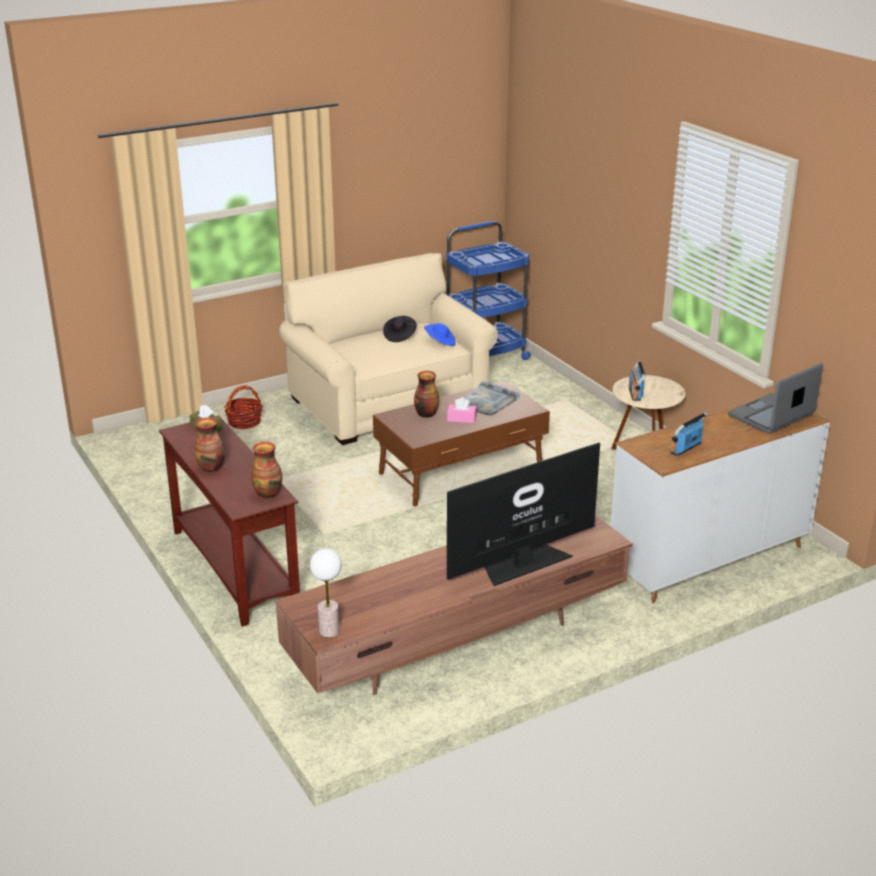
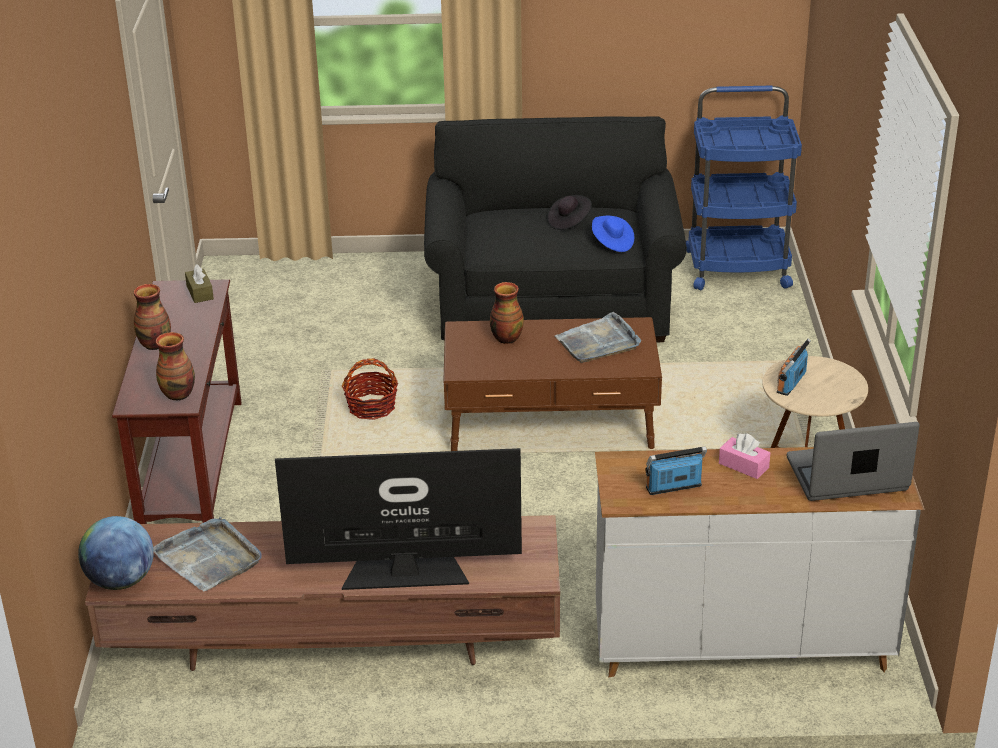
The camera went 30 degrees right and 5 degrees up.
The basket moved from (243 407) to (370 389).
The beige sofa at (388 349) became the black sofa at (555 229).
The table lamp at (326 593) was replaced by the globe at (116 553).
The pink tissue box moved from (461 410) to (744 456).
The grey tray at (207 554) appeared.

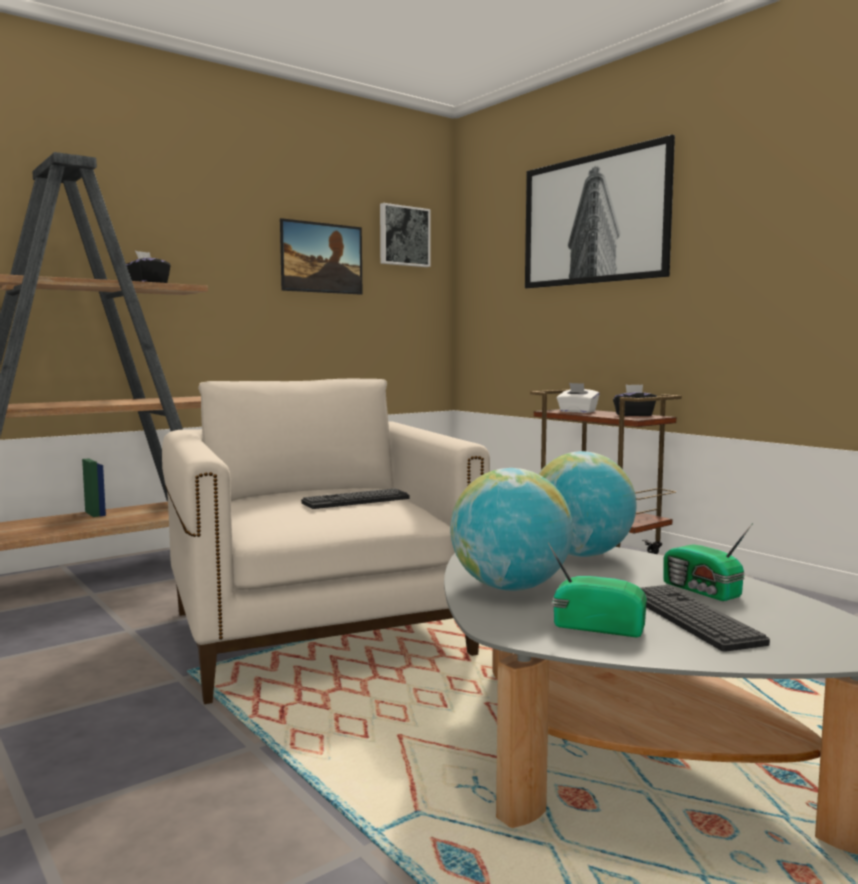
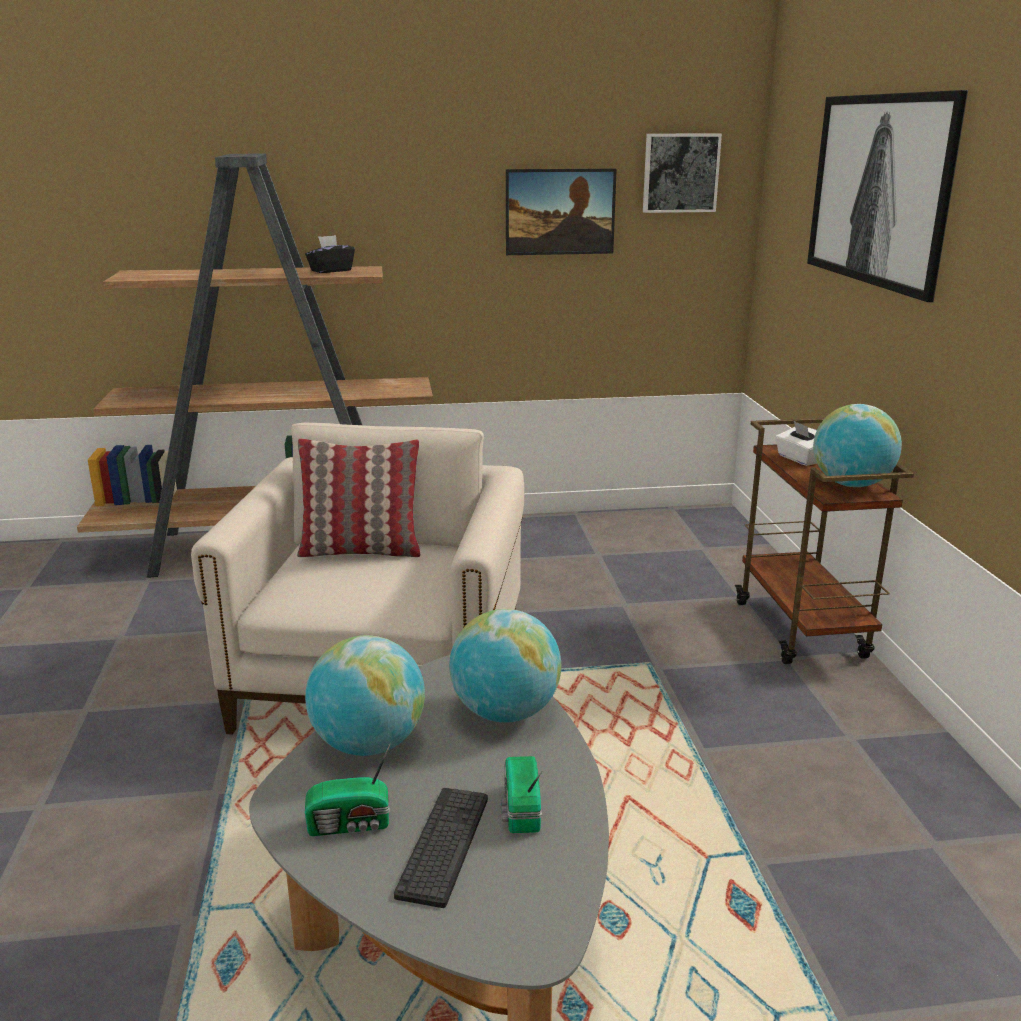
The camera went 30 degrees right and 15 degrees up.
The keyboard at (355 498) disappeared.
The radio at (597 590) turned 120 degrees clockwise.
The black tissue box at (635 400) was replaced by the globe at (857 445).
The pillow at (359 498) appeared.

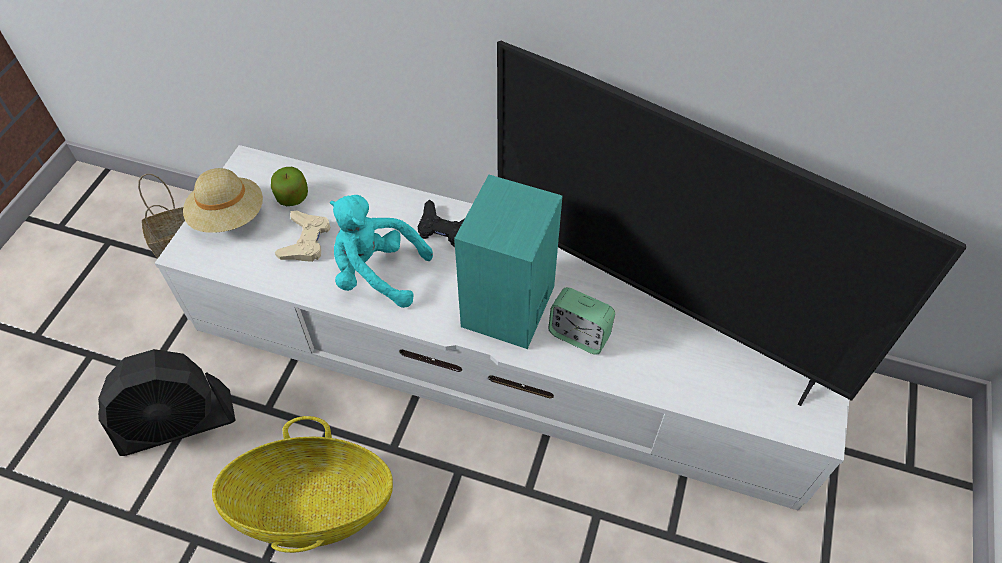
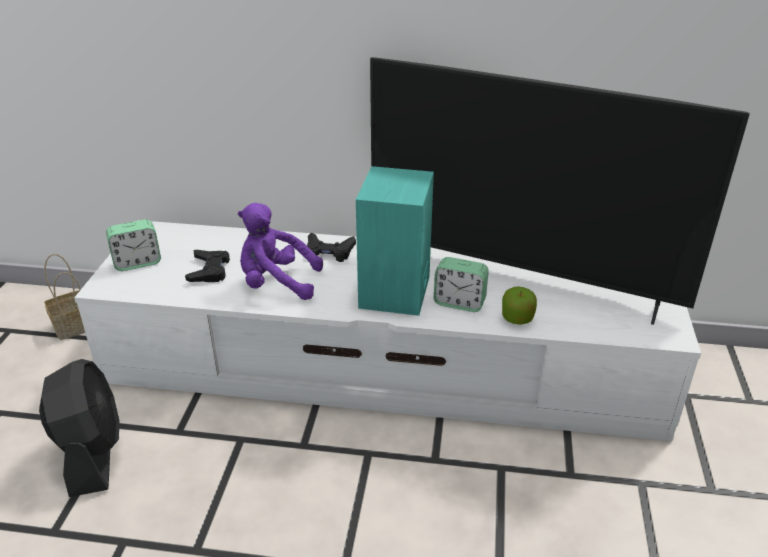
The camera went 10 degrees left and 20 degrees down.
The black fan at (166 402) turned 75 degrees counterclockwise.
The beige hat at (223 200) was replaced by the alarm clock at (133 245).
The basket at (302 484) disappeared.
The apple moved from (289 186) to (519 305).
The beige game controller at (302 236) became the black game controller at (207 266).
The turquoise plush toy at (381 251) became the purple plush toy at (280 251).

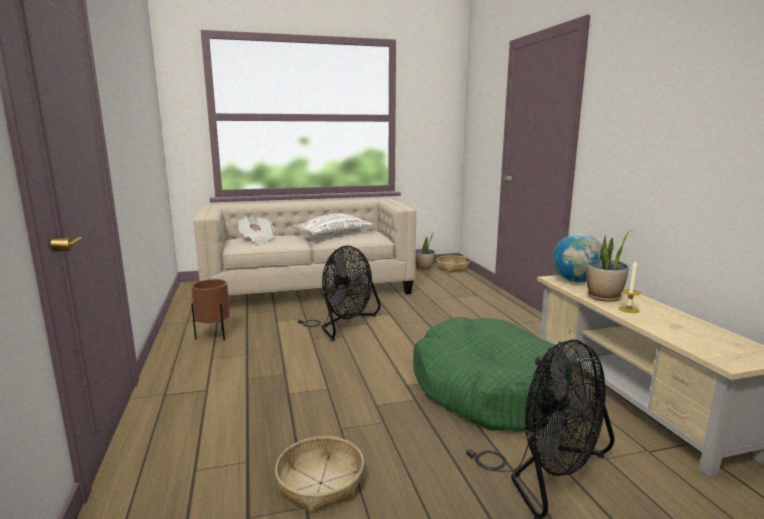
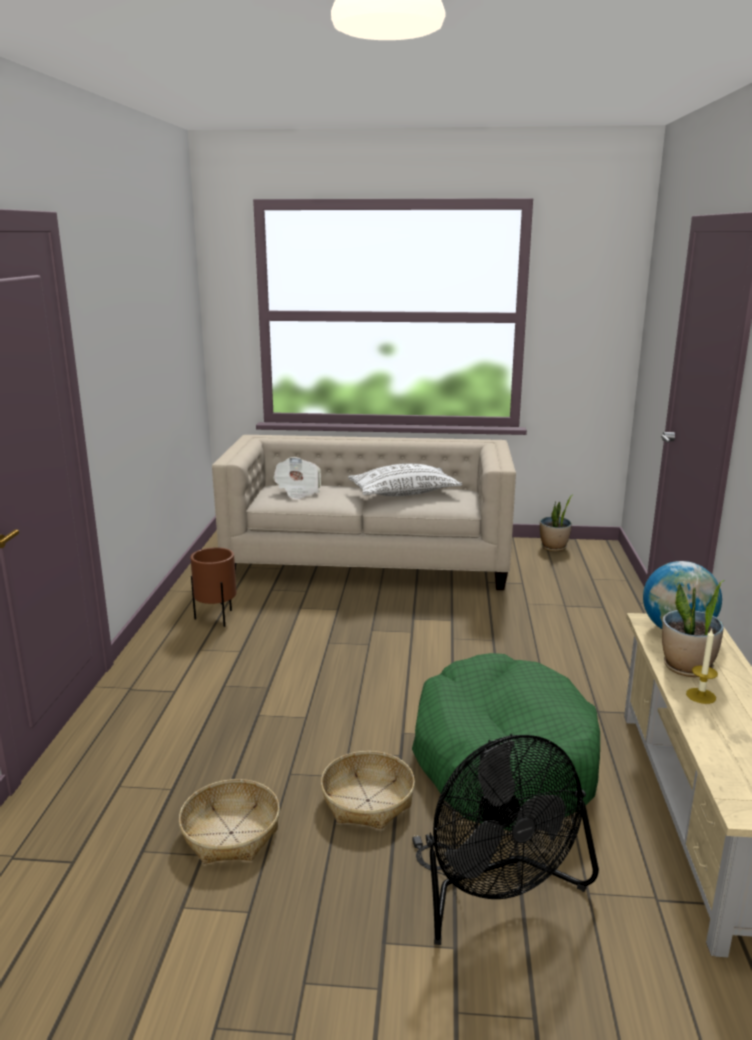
The camera went 20 degrees right and 5 degrees up.
The black fan at (339 293) disappeared.
The basket moved from (454 263) to (368 790).

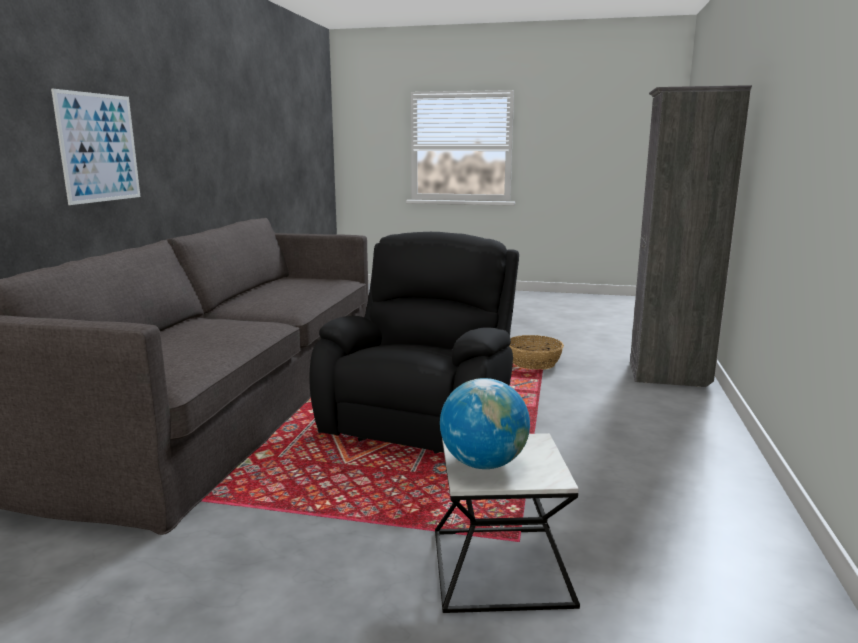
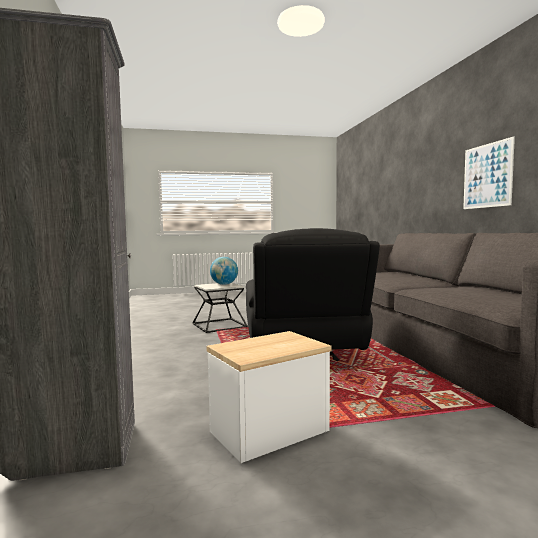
The camera went 155 degrees right and 10 degrees down.
The basket at (536 352) was replaced by the side table at (269 397).

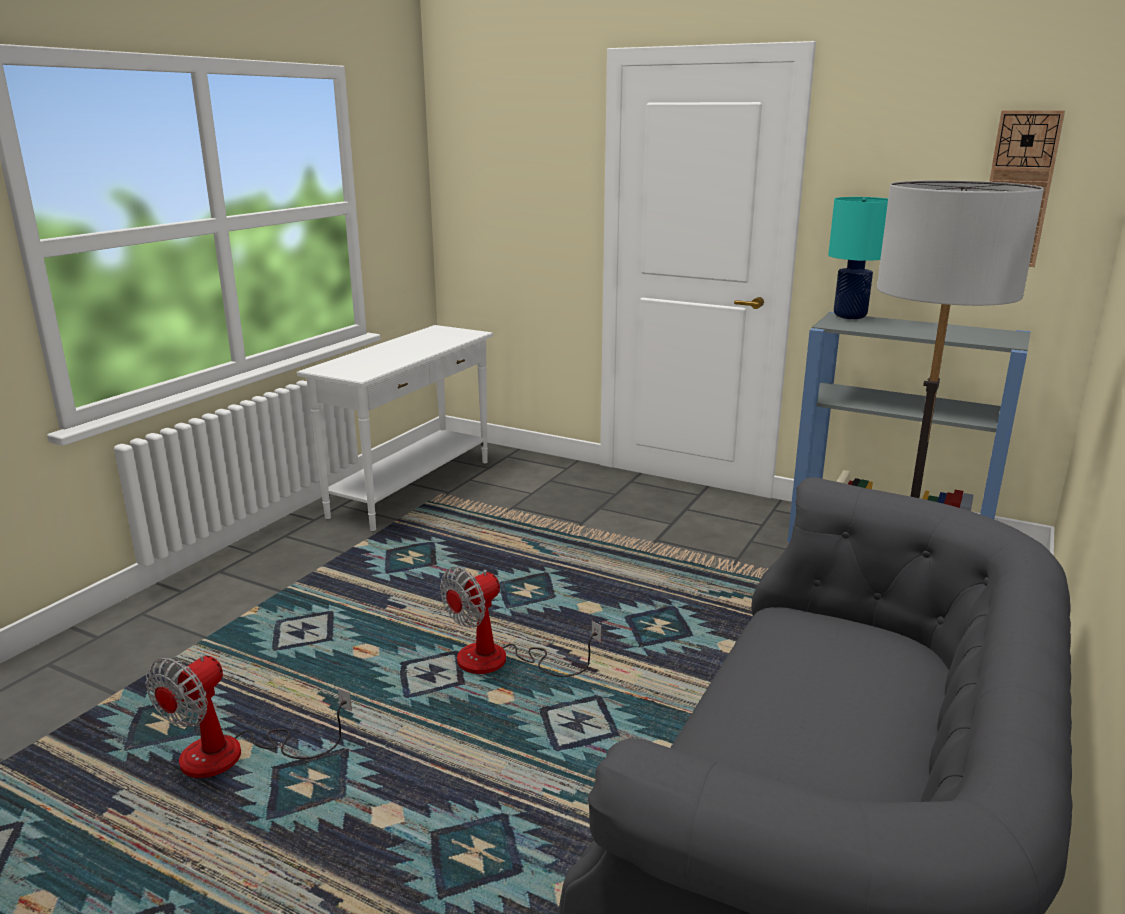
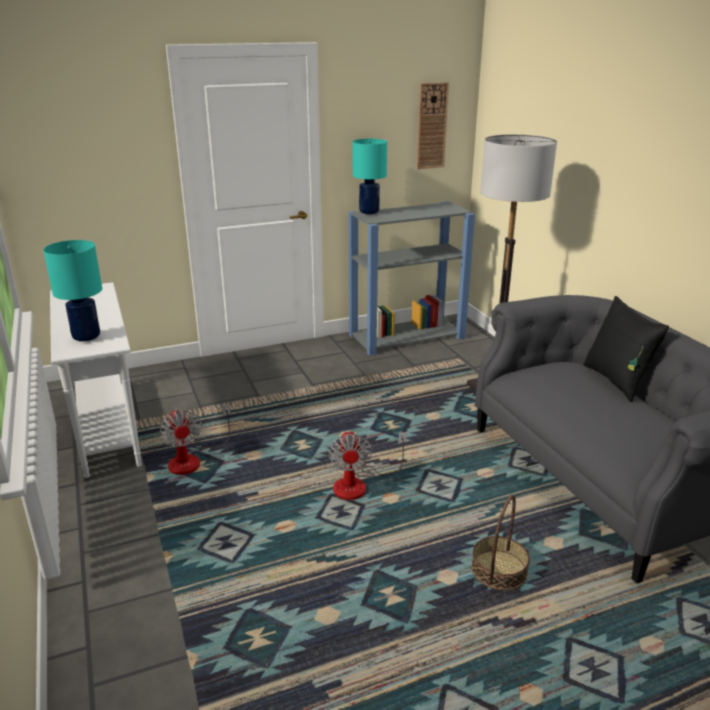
The camera went 50 degrees left and 5 degrees up.
The fan moved from (249 716) to (194 439).
The turquoise table lamp at (72 291) appeared.
The basket at (500 542) appeared.
The black pillow at (626 349) appeared.

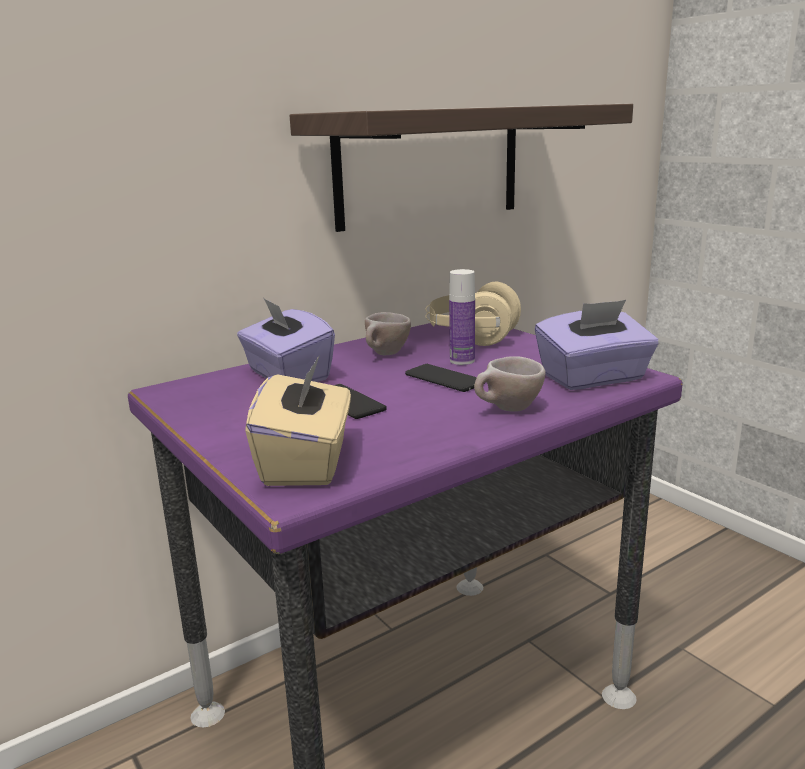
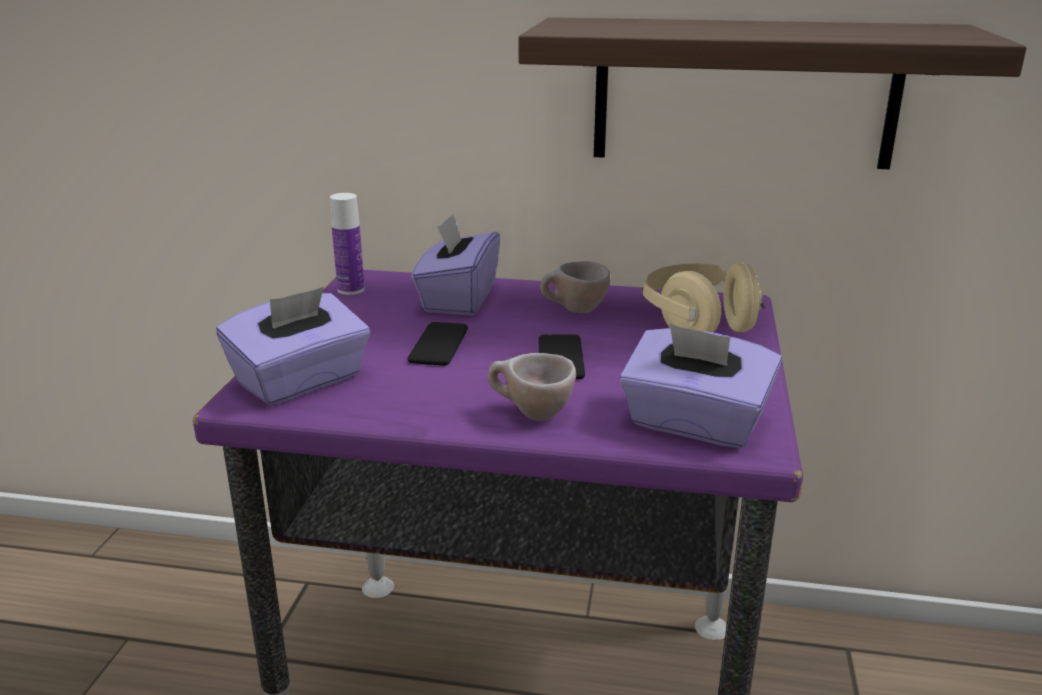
The camera went 45 degrees right and 5 degrees up.
The beige tissue box at (298 420) became the purple tissue box at (293 346).
The bottle moved from (462 317) to (347 244).

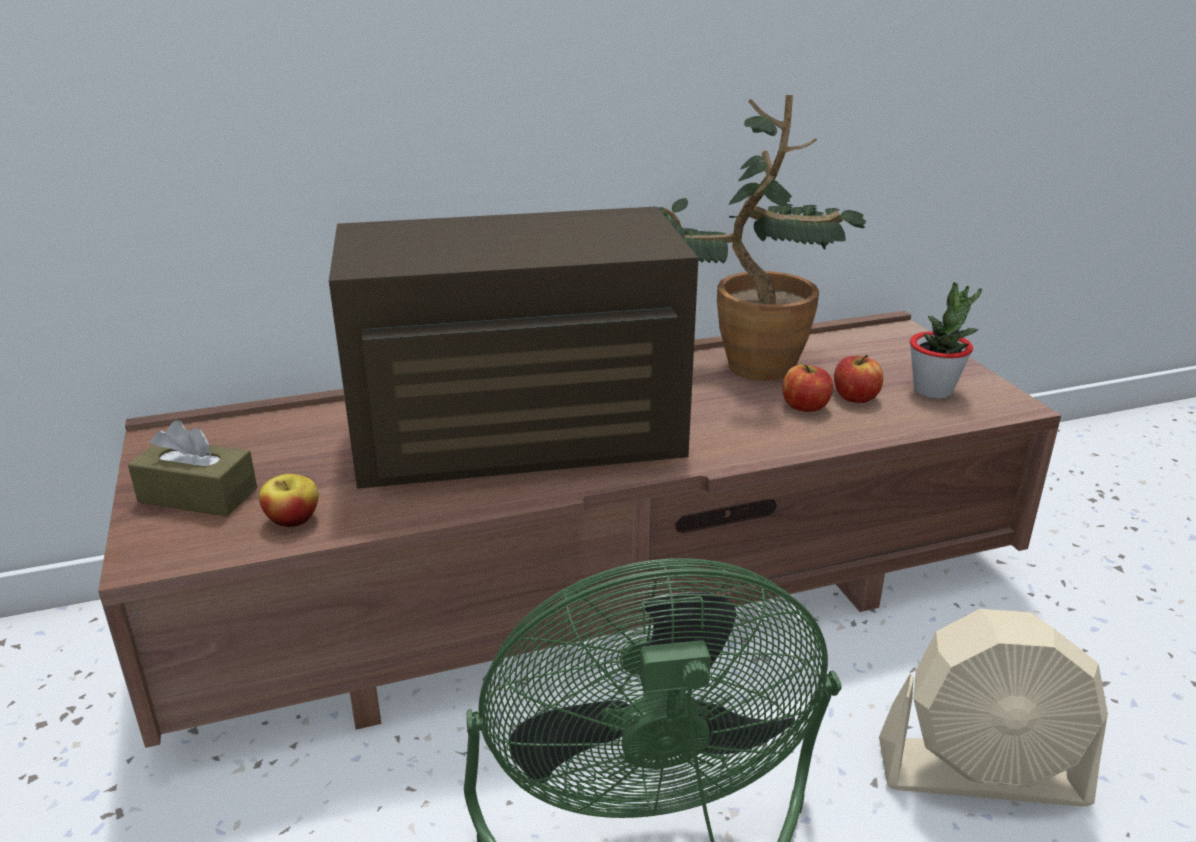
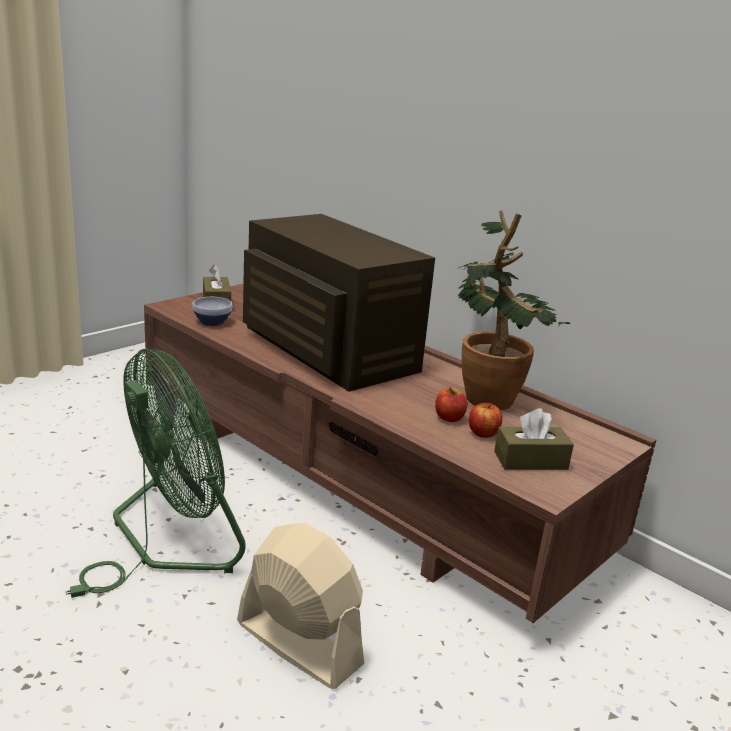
The camera went 60 degrees right and 5 degrees down.
The apple at (288 500) was replaced by the bowl at (212 311).
The beige fan at (993 708) turned 150 degrees clockwise.
The potted plant at (946 340) was replaced by the brown tissue box at (534 439).

